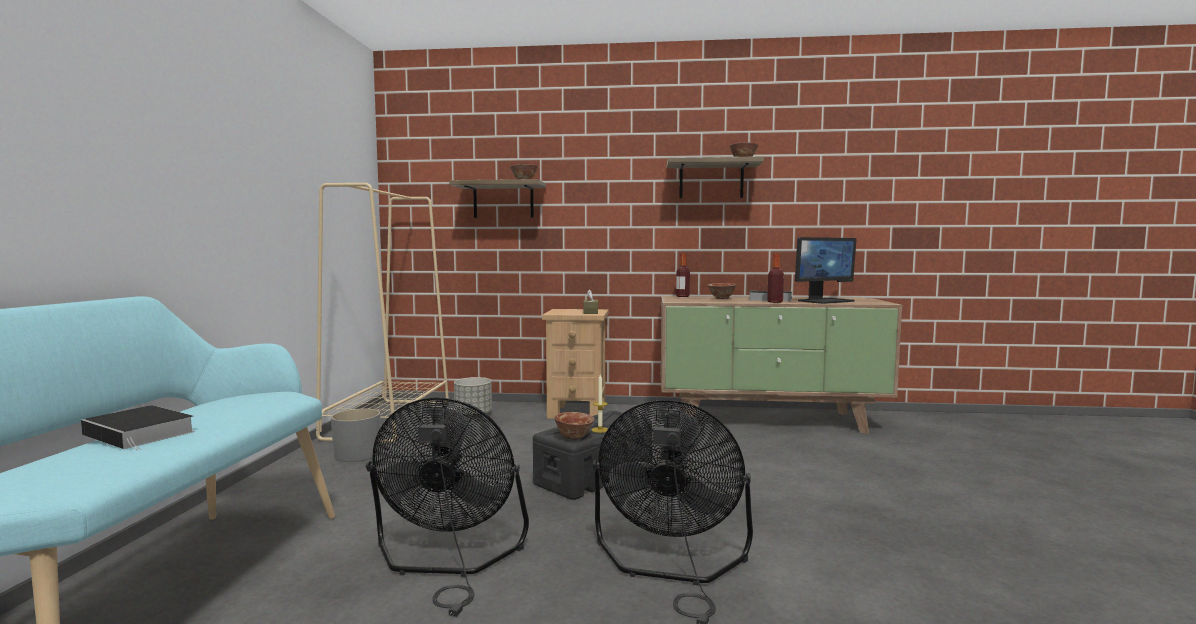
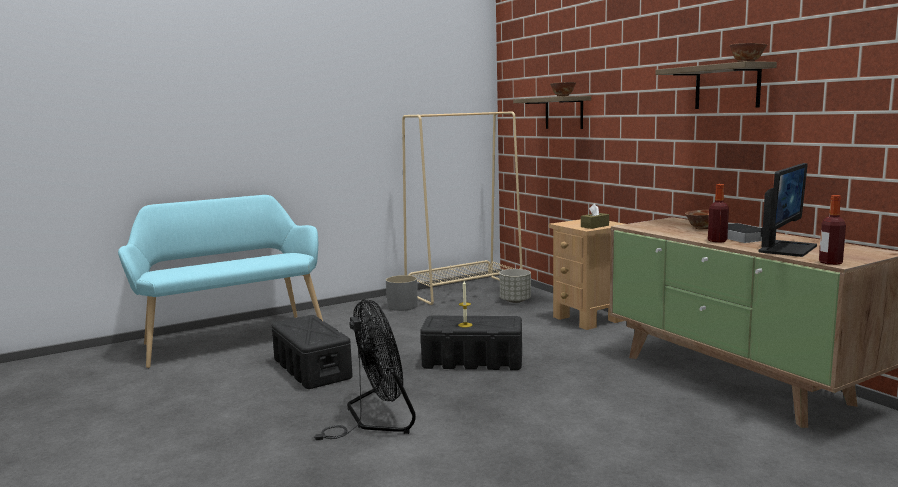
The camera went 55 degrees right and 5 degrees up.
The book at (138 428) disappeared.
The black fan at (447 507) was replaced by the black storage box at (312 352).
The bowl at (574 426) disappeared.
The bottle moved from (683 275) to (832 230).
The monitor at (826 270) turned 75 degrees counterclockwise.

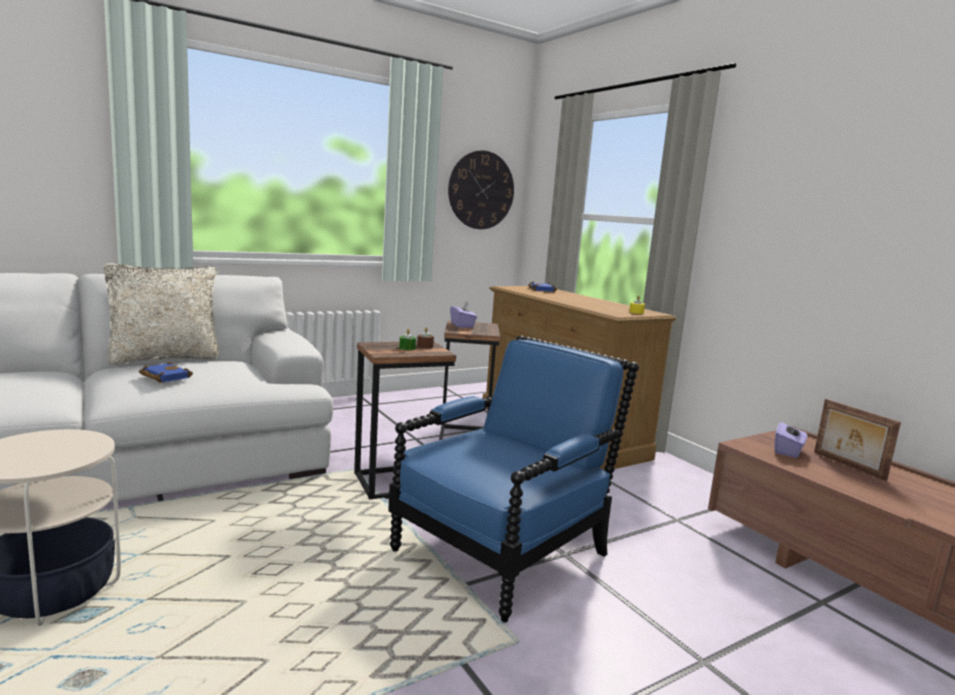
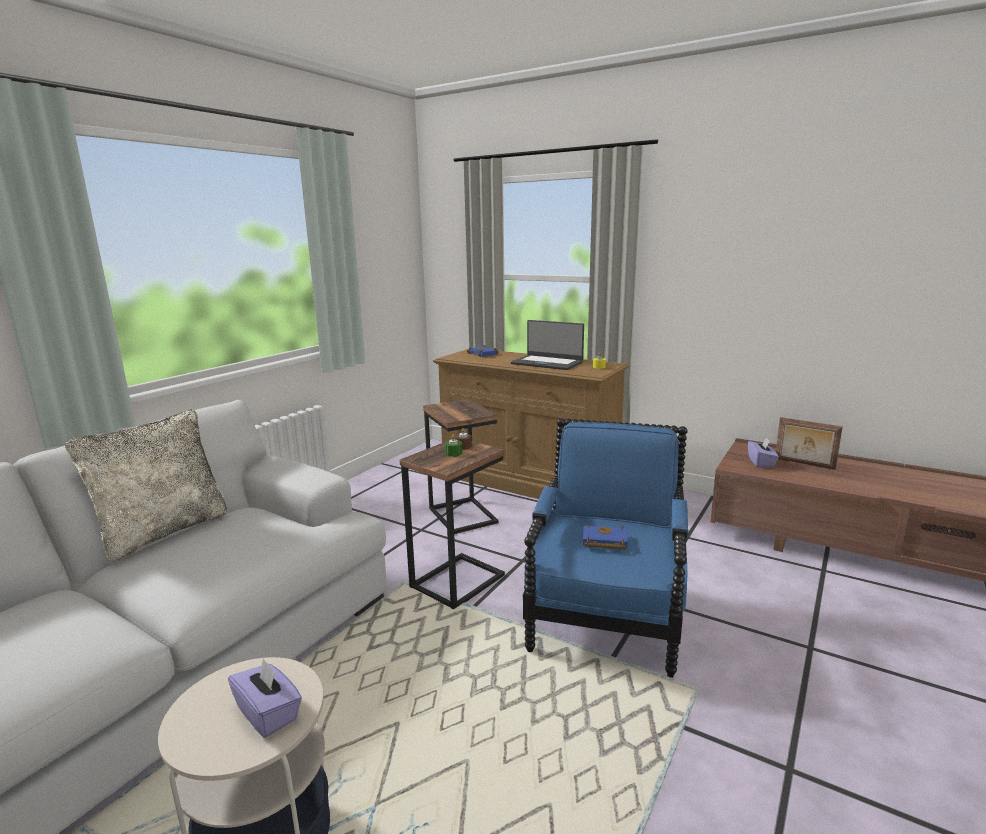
The camera went 25 degrees left and 5 degrees up.
The blue book moved from (166 372) to (605 537).
The wall clock at (481 189) disappeared.
The purple tissue box moved from (463 315) to (265 697).
The laptop at (547 345) appeared.

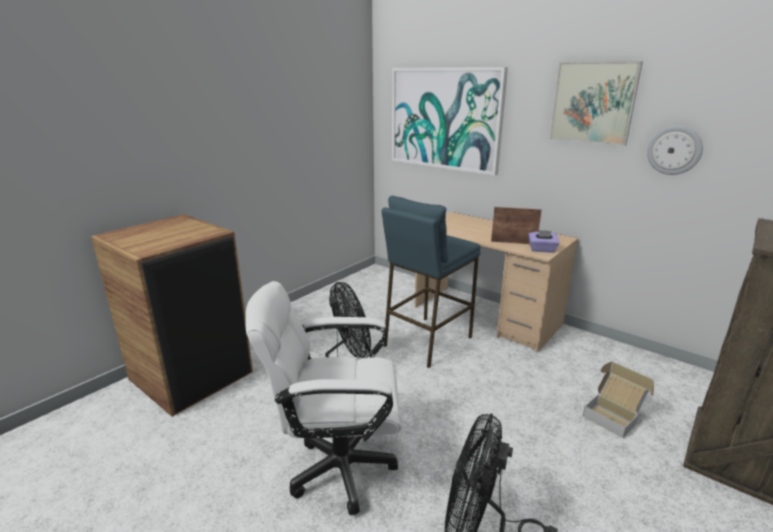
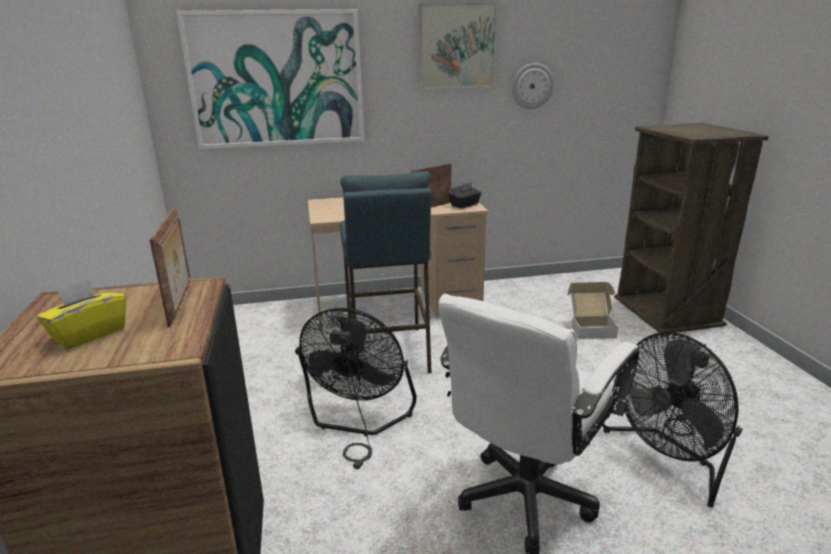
The camera went 50 degrees left and 0 degrees up.
The purple tissue box at (543 241) became the black tissue box at (464 195).
The yellow tissue box at (81 314) appeared.
The picture frame at (170 267) appeared.

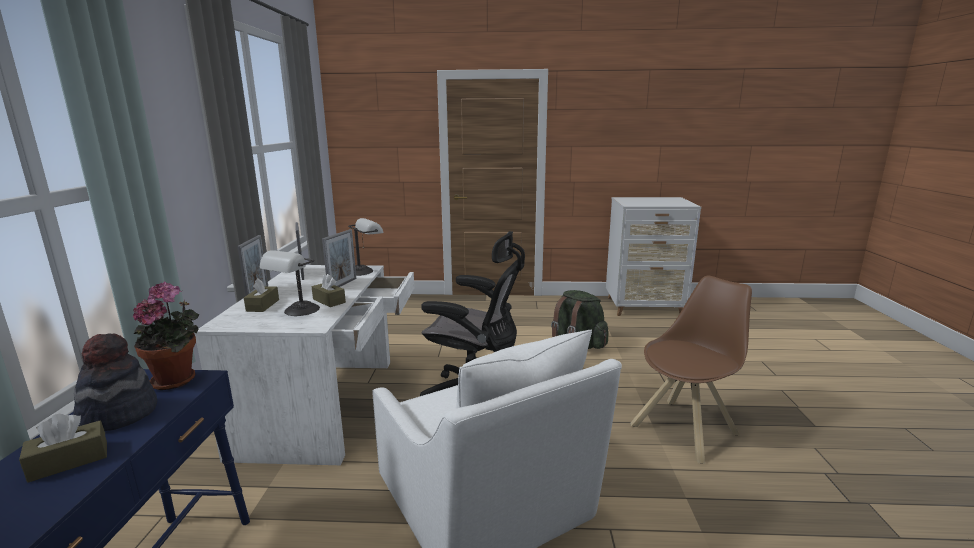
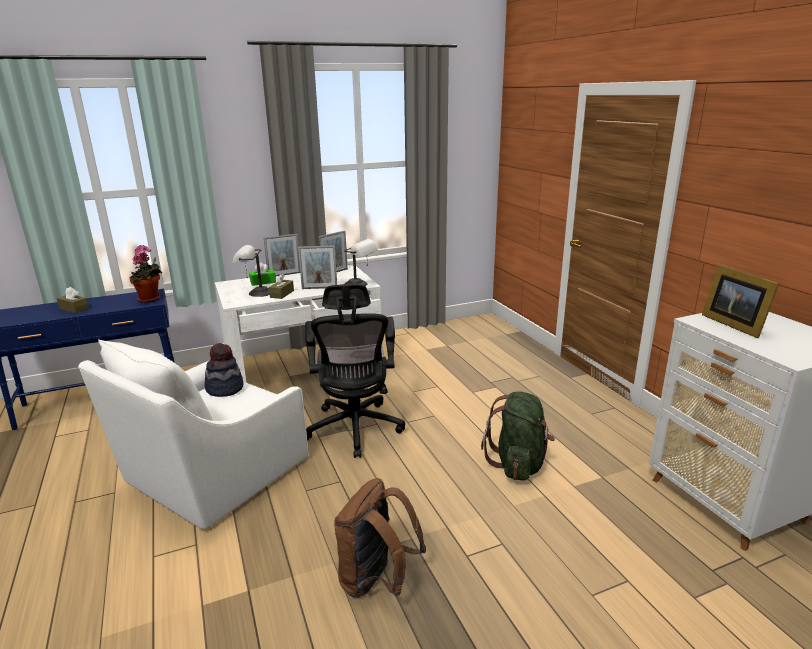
The camera went 65 degrees right and 5 degrees up.
The hat moved from (115 382) to (224 370).
The brown tissue box at (261 295) became the green tissue box at (262 274).
The brown chair at (691 370) was replaced by the brown backpack at (380 538).
The picture frame at (741 301) appeared.

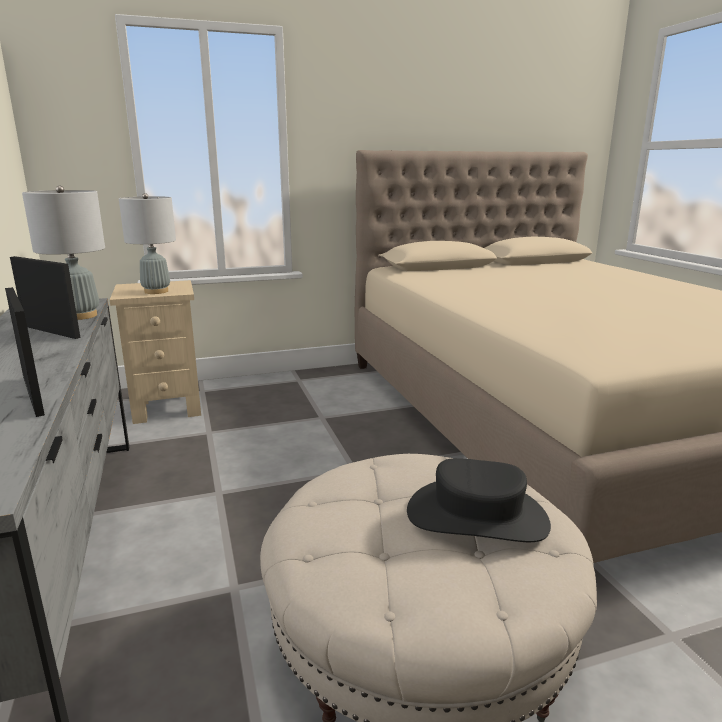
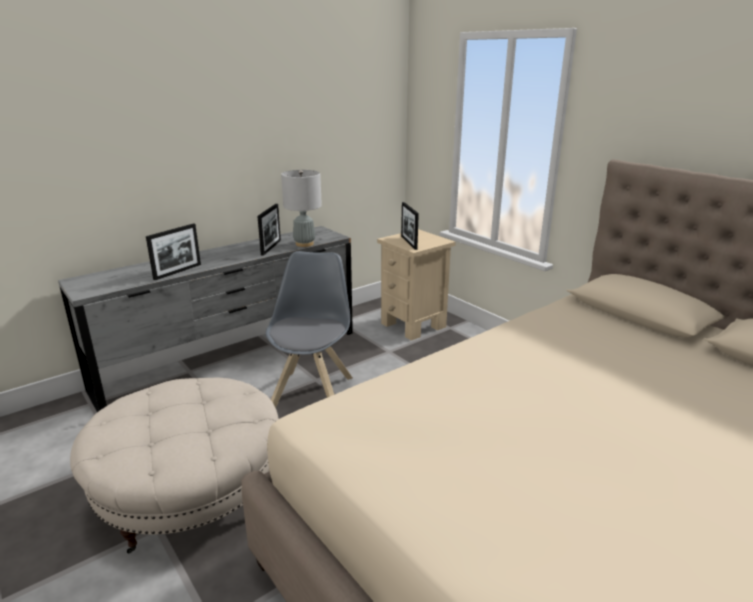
The camera went 70 degrees right and 5 degrees up.
The grey table lamp at (147 243) was replaced by the picture frame at (410 226).
The black hat at (479 500) disappeared.
The grey chair at (309 329) appeared.

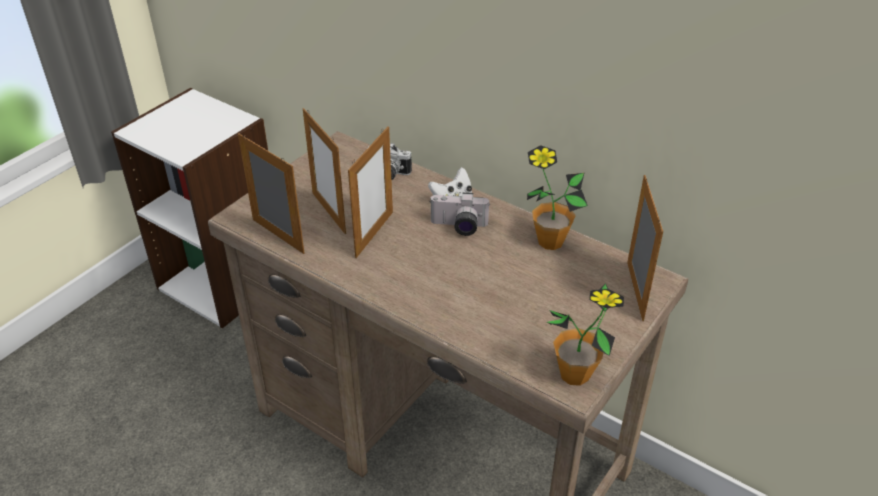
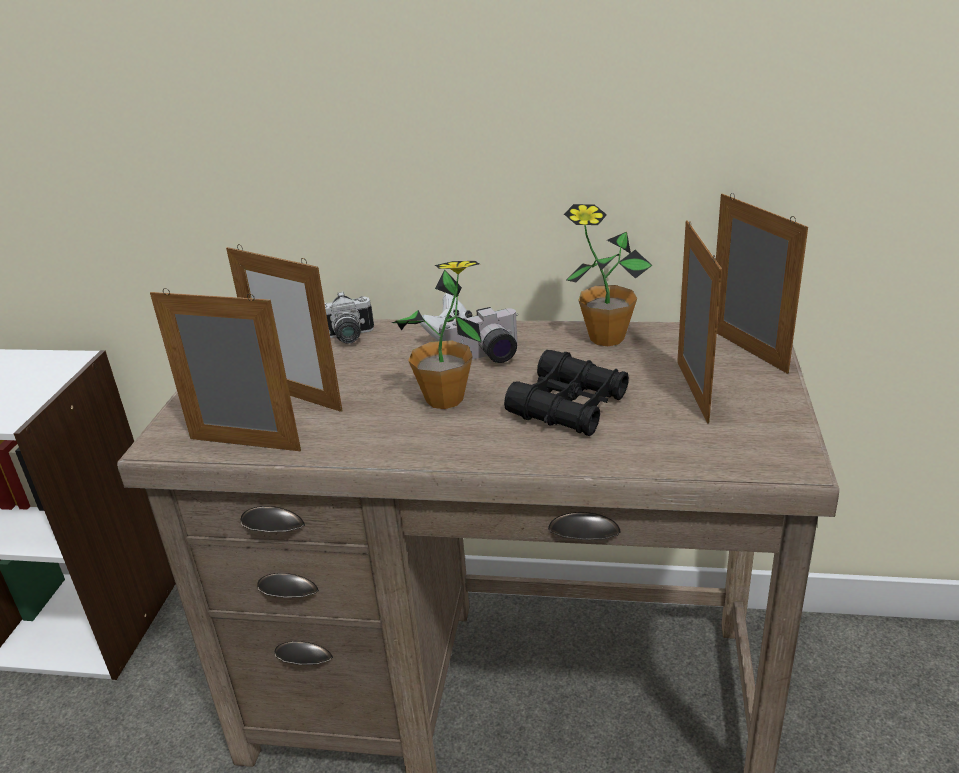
The camera went 25 degrees left and 10 degrees down.
The picture frame moved from (370 192) to (699 322).
The potted plant moved from (585 334) to (437 335).
The black binoculars at (566 393) appeared.

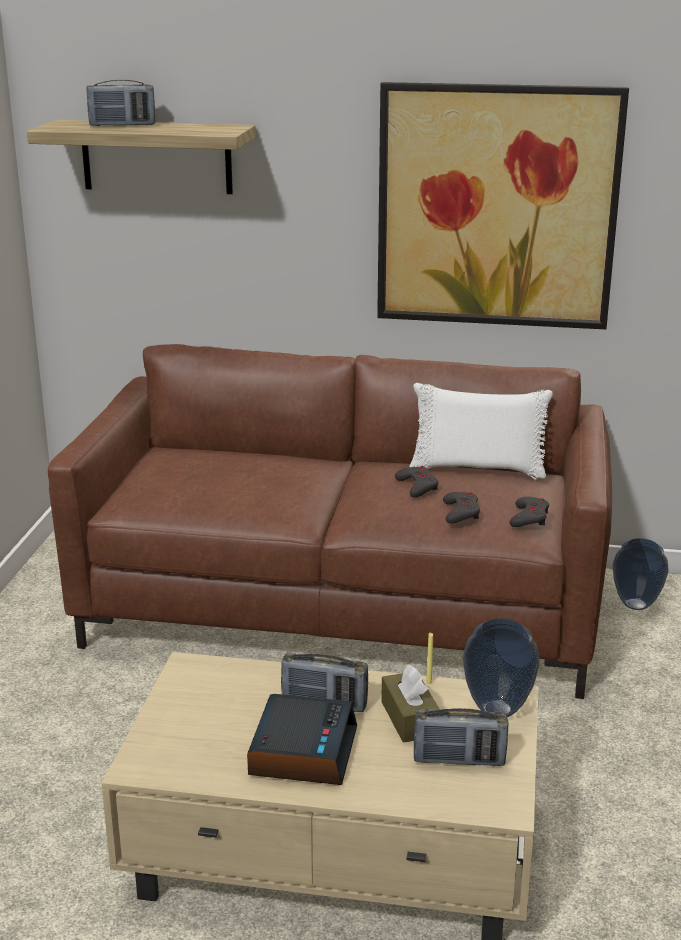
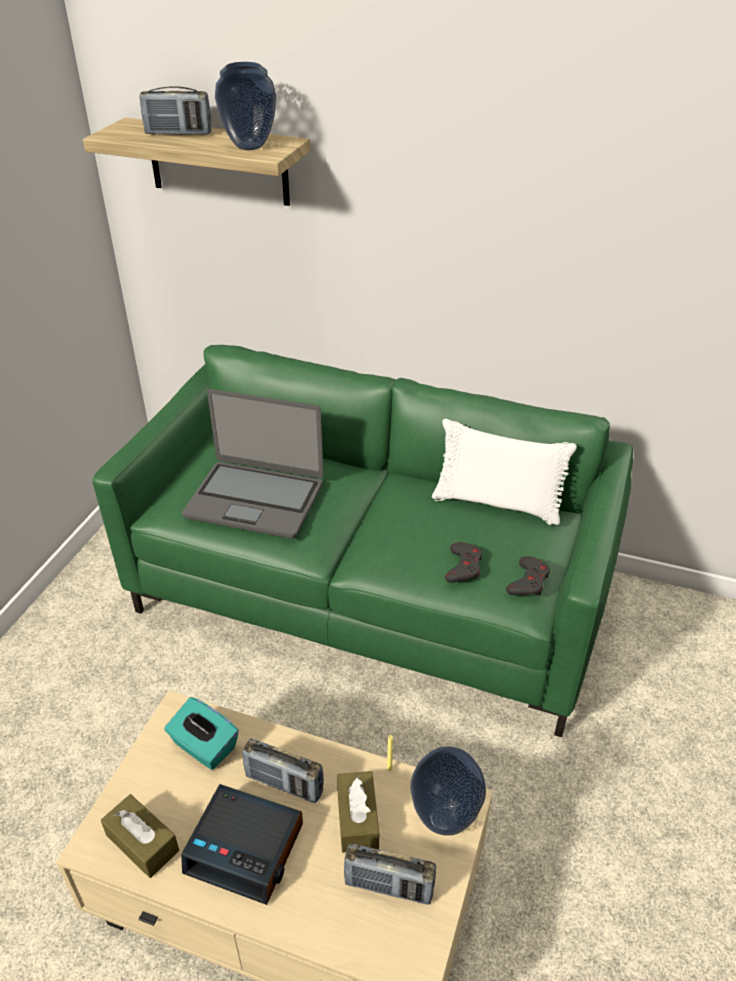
The camera went 10 degrees right and 15 degrees up.
The brown sofa at (330 521) became the green sofa at (362 541).
The alarm clock at (302 739) turned 90 degrees clockwise.
The picture at (503 205) disappeared.
The grey game controller at (417 482) disappeared.
The vase moved from (641 574) to (245 106).
The brown tissue box at (140 836) appeared.
The turquoise tissue box at (201 733) appeared.
The laptop at (253 464) appeared.

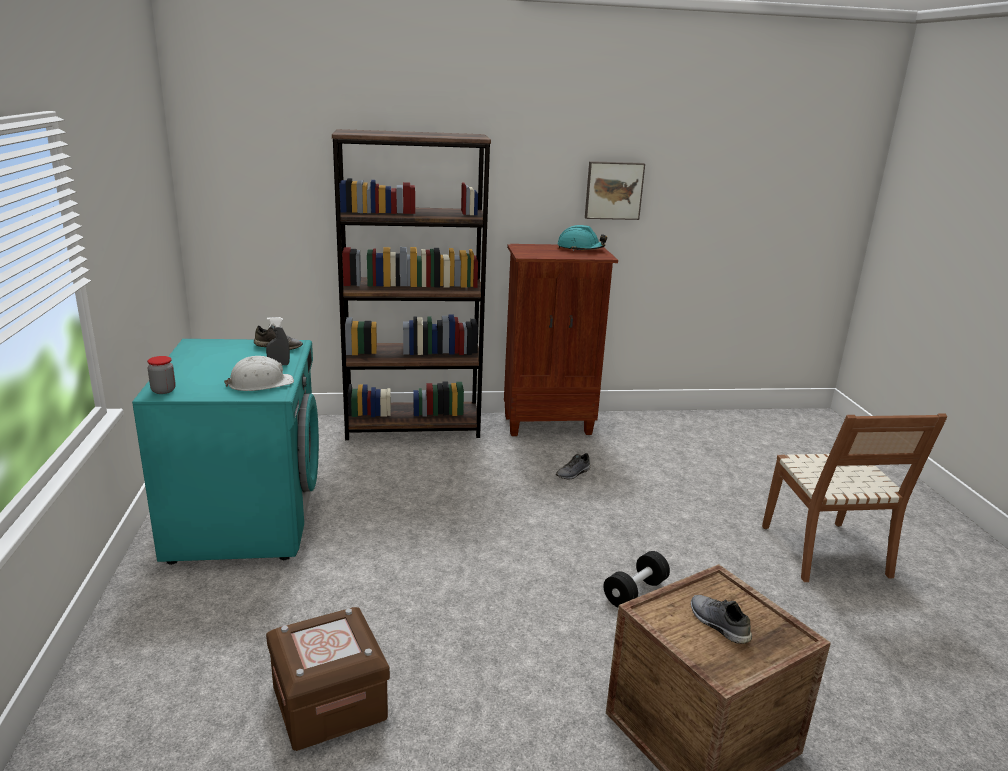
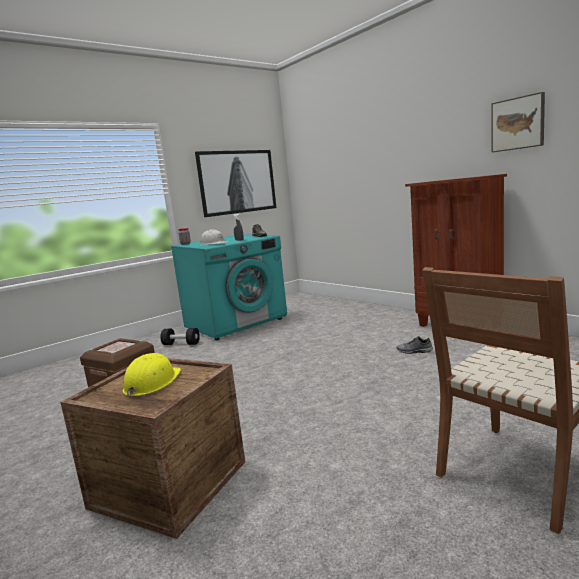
The camera went 60 degrees right and 10 degrees down.
The brown bookcase at (411 284) disappeared.
The turquoise hard hat at (582 238) disappeared.
The black dumbbell moved from (637 579) to (180 336).
The grey shoe at (721 619) was replaced by the yellow hard hat at (152 376).
The picture at (235 183) appeared.

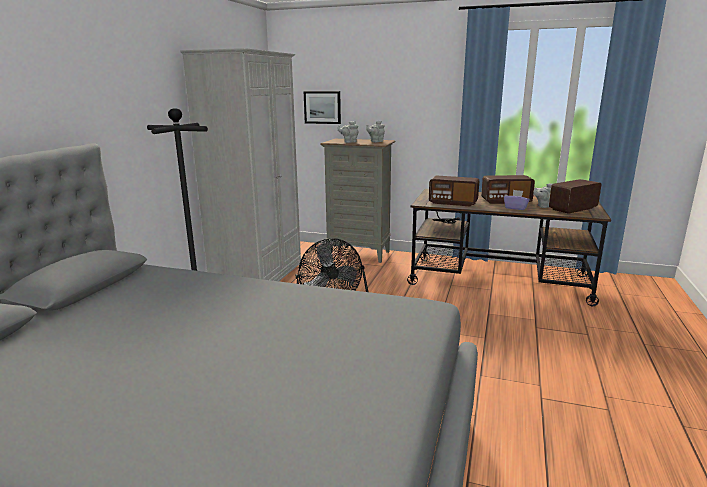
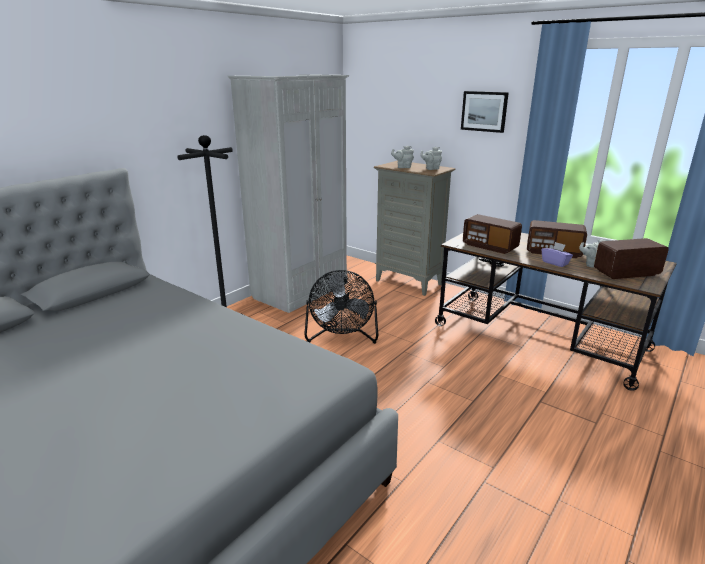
The camera went 20 degrees right and 5 degrees up.
The picture moved from (322 107) to (485 112).

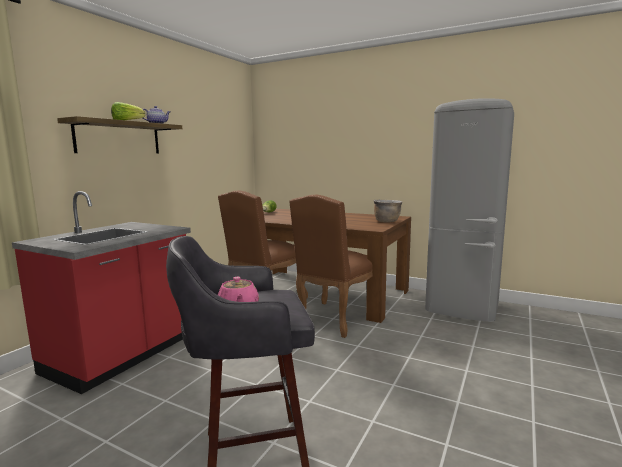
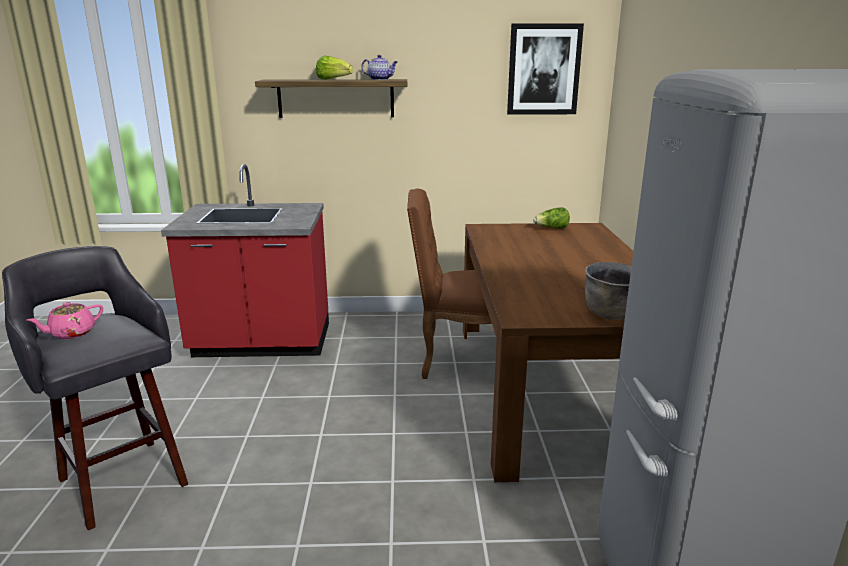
The camera went 60 degrees right and 10 degrees up.
The brown chair at (331 266) disappeared.
The picture at (545 69) appeared.

